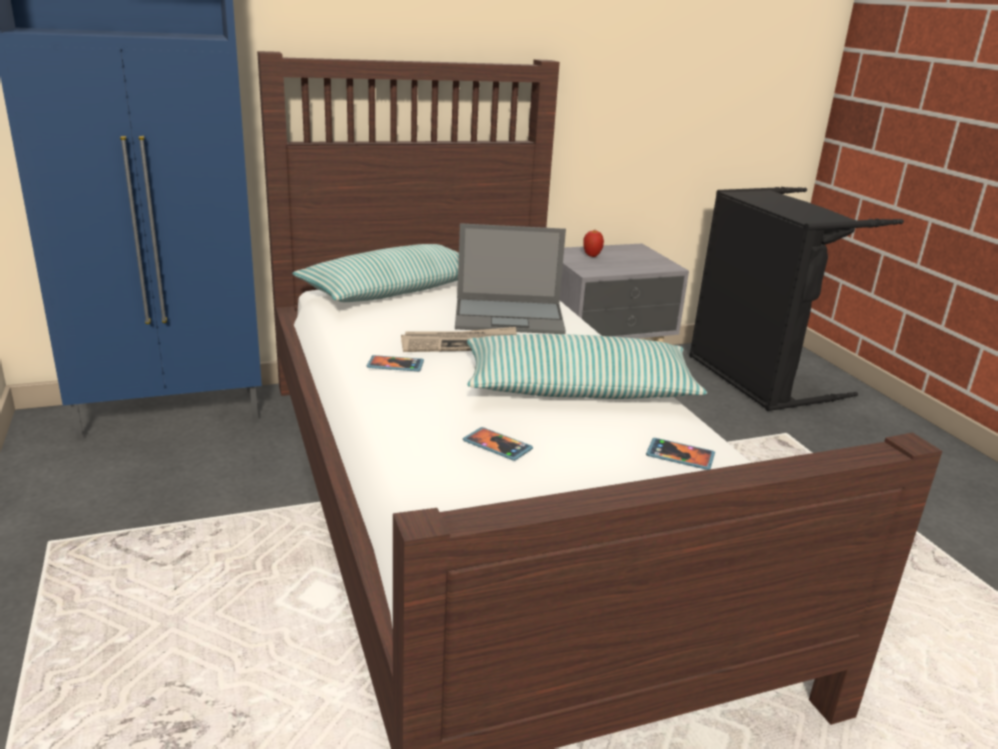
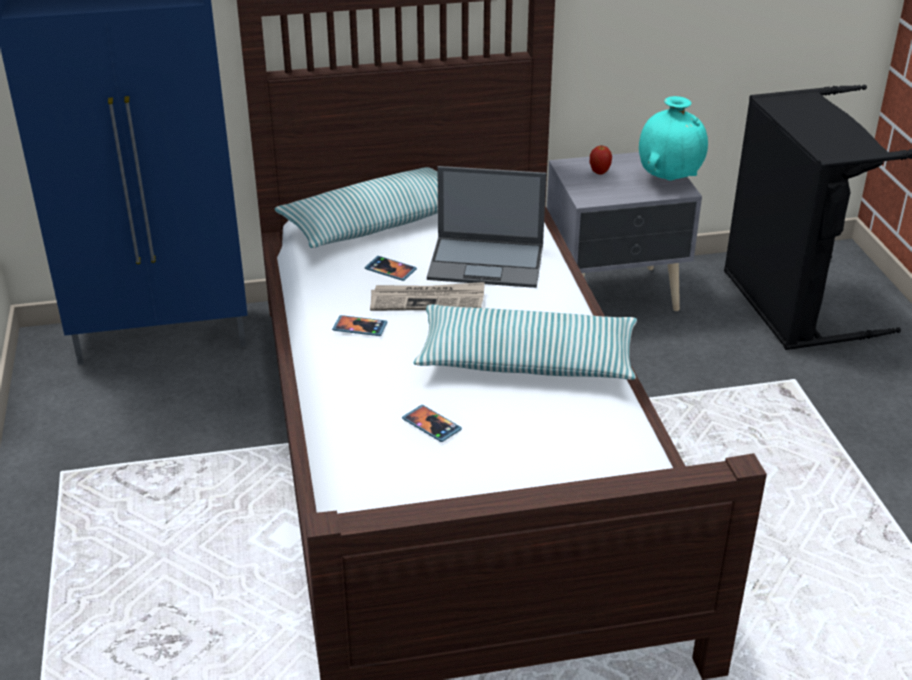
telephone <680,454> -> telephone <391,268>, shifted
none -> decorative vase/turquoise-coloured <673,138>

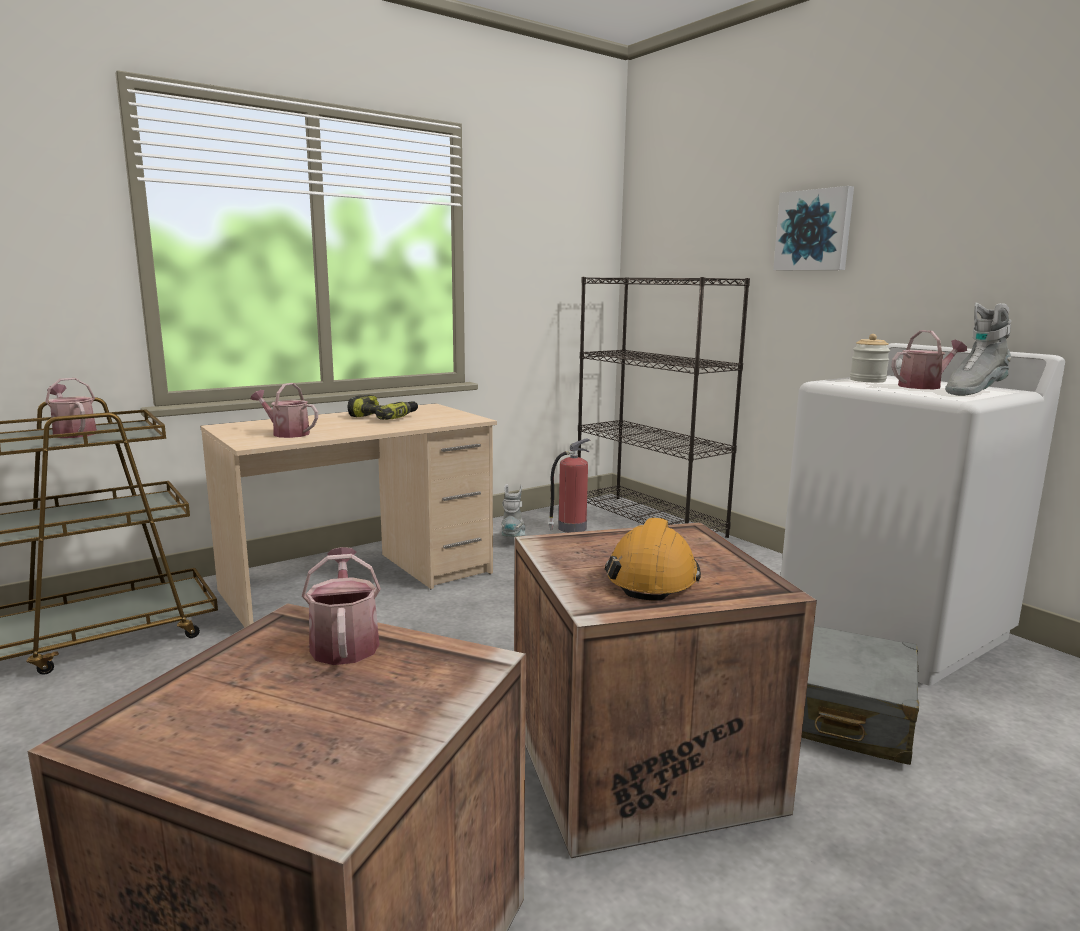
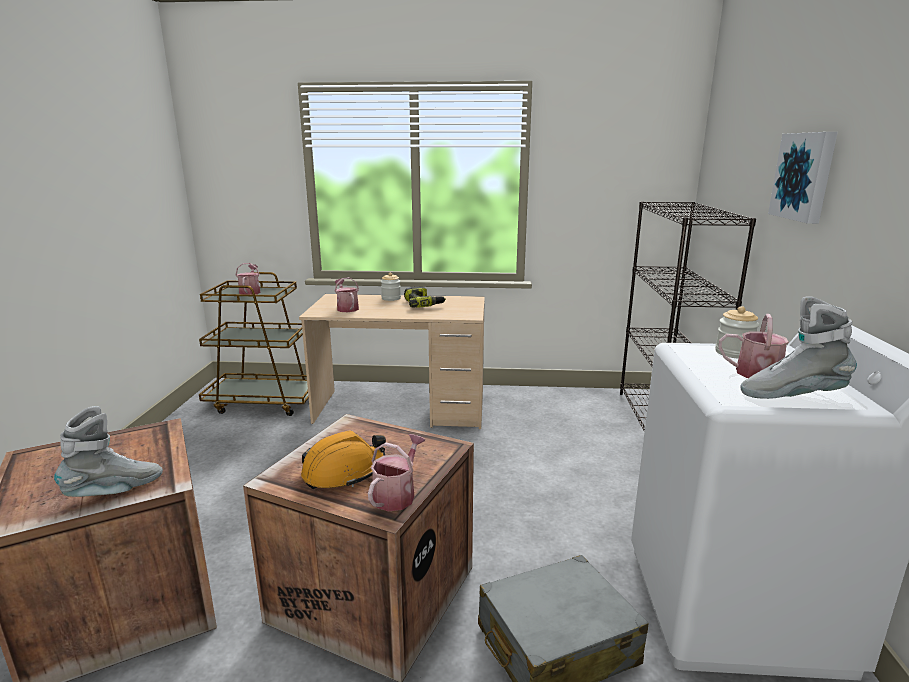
watering can <341,606> -> watering can <396,472>, shifted
boot/gray <513,510> -> boot/gray <108,451>, shifted
extinguisher <569,485> -> none
none -> preserve jar <391,287>

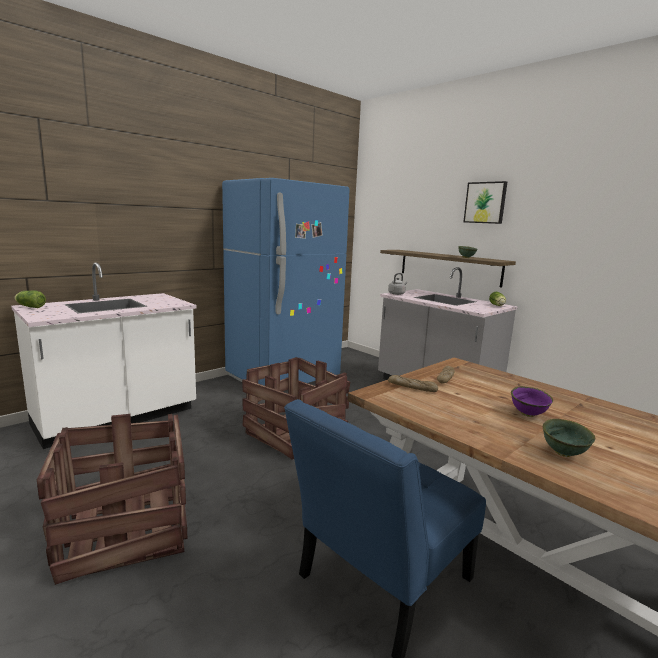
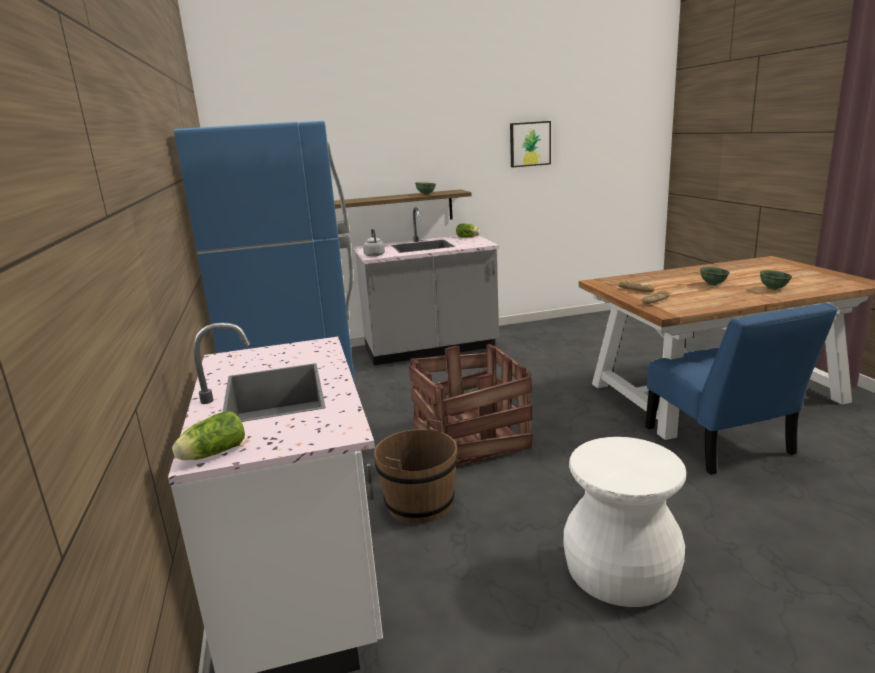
crate <112,499> -> sitting stool/white-coloured <624,522>
wall art <485,202> -> wall art <530,144>, shifted
deep dish/purplish <532,401> -> deep dish/greenish <715,276>
none -> water bucket/brownish <416,471>

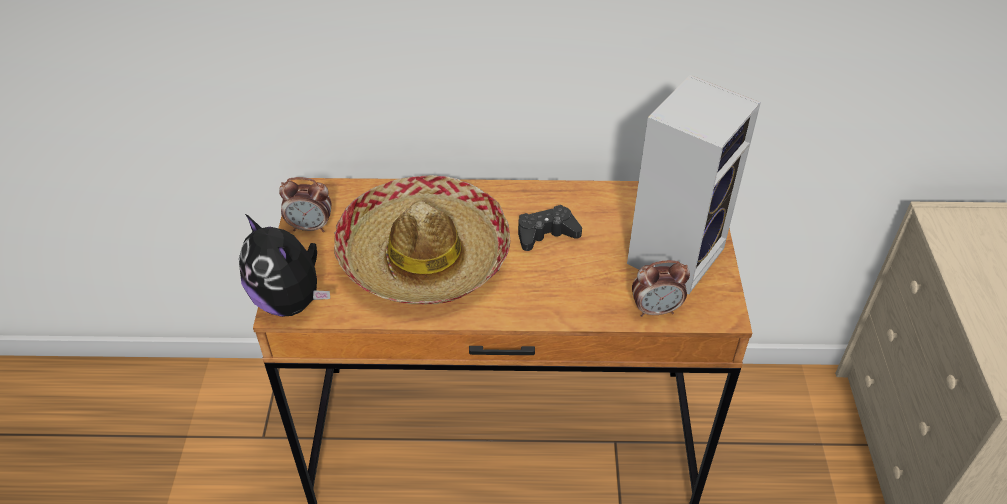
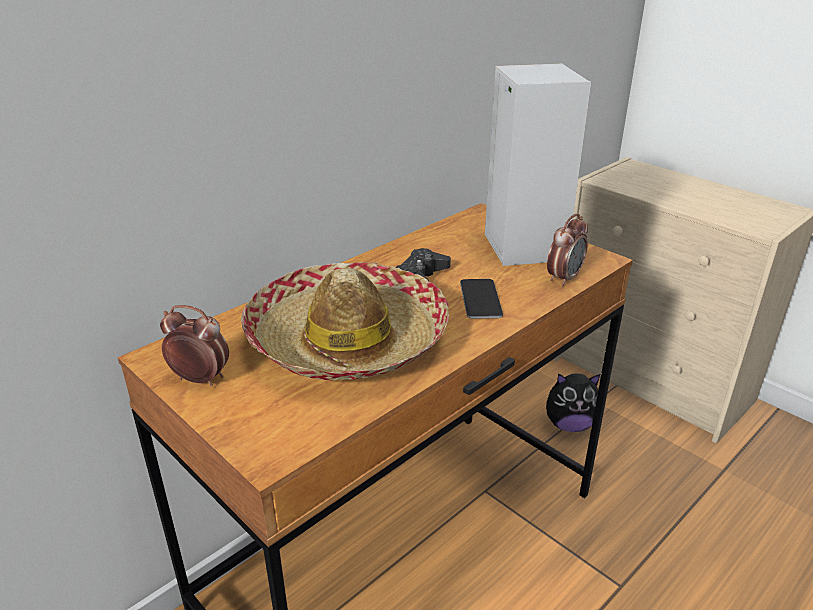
cuddly toy <284,265> -> cuddly toy <573,402>, shifted
alarm clock <305,204> -> alarm clock <194,345>, 120 degrees counterclockwise
none -> telephone <481,299>

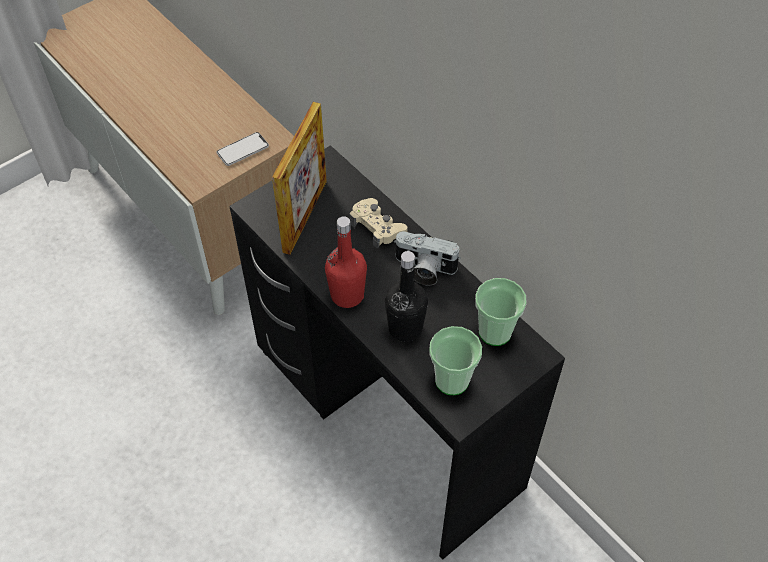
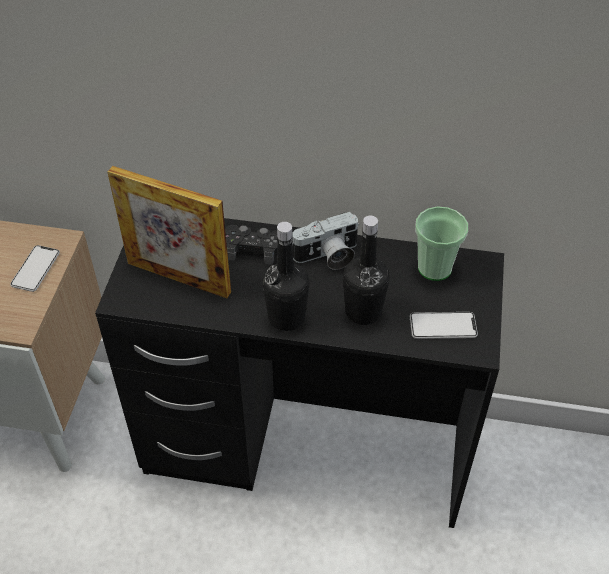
picture frame <299,178> -> picture frame <169,232>, 135 degrees clockwise
drink bottle/red-coloured <346,262> -> drink bottle/black <285,276>
joypad/sand-coloured <378,223> -> joypad/black <251,245>
drinking cup <455,360> -> telephone <444,325>

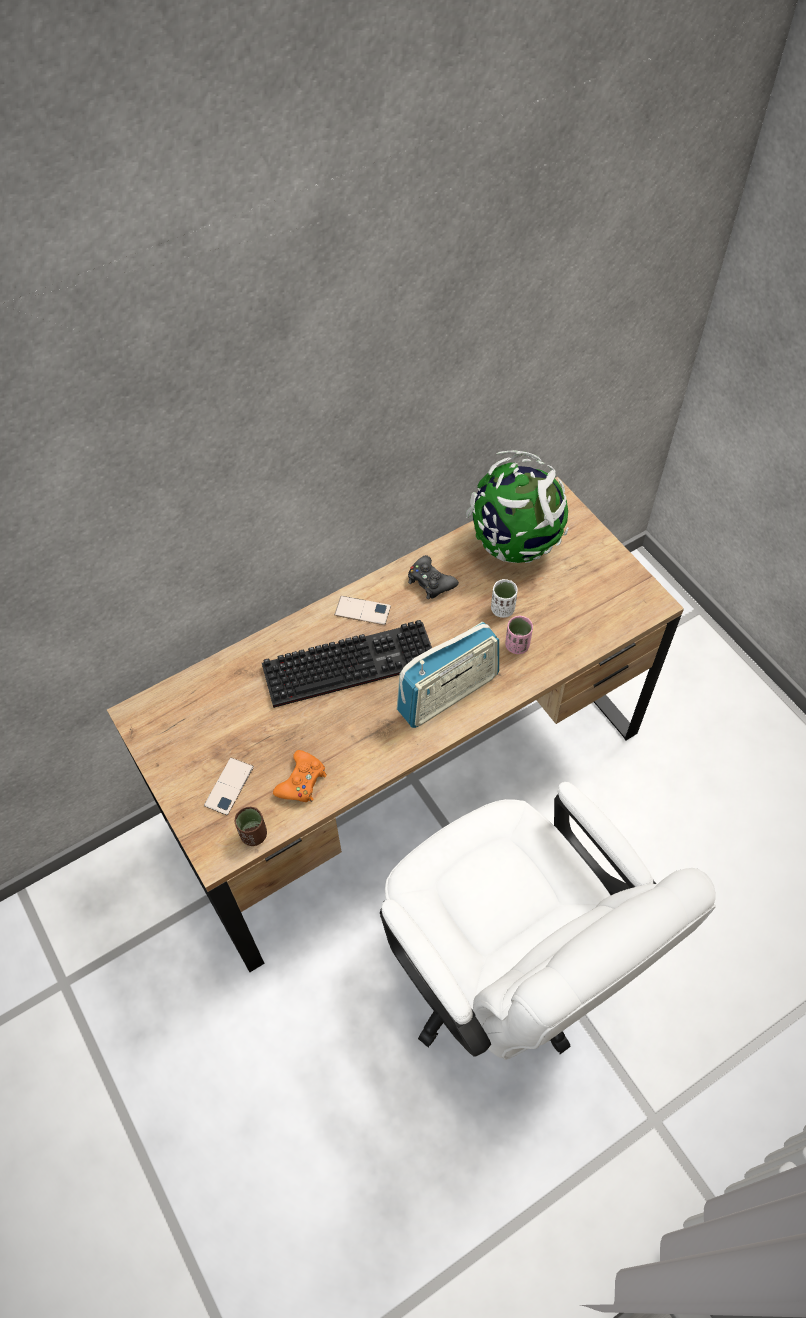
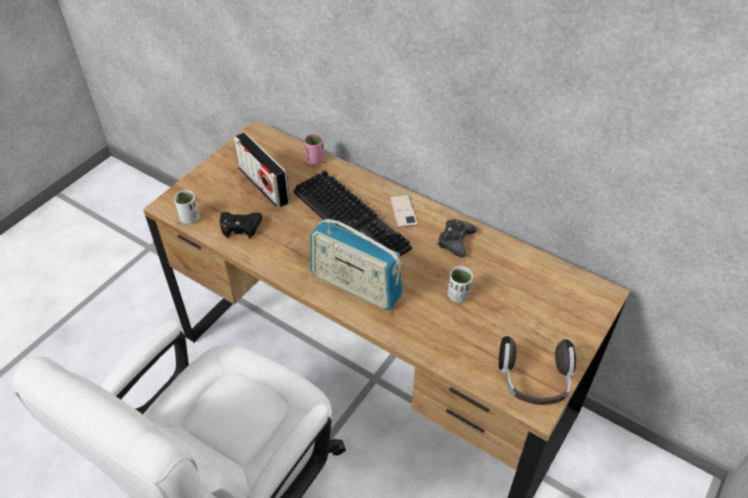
telephone <229,786> -> none
drinking cup/brownish <251,826> -> drinking cup/white-coloured <187,207>
joypad/orange-coloured <300,776> -> joypad/black <241,225>
globe <517,506> -> none
drinking cup/pinkish <519,634> -> drinking cup/pinkish <314,149>, shifted
none -> radio set <261,170>
none -> pair of headphones <537,370>

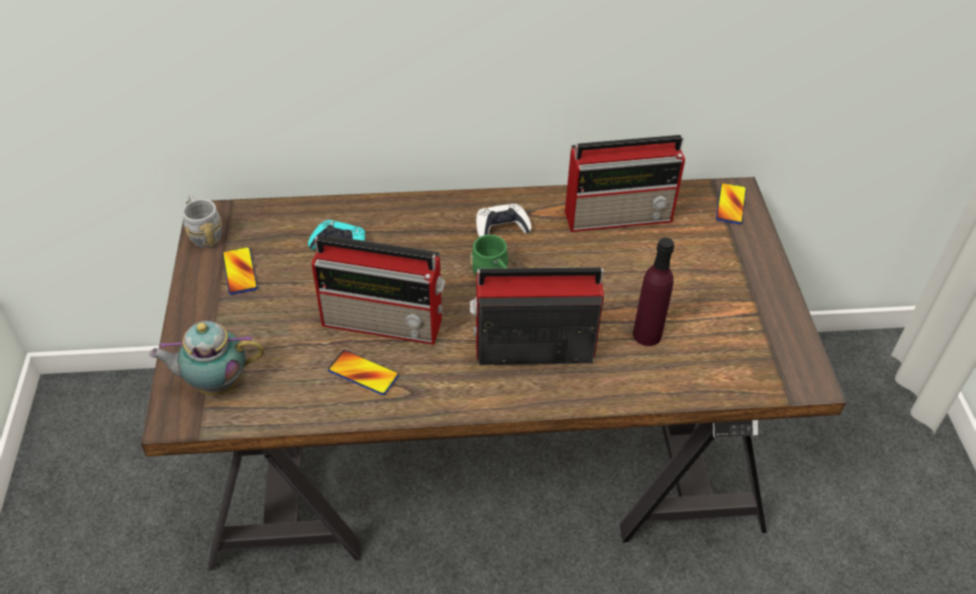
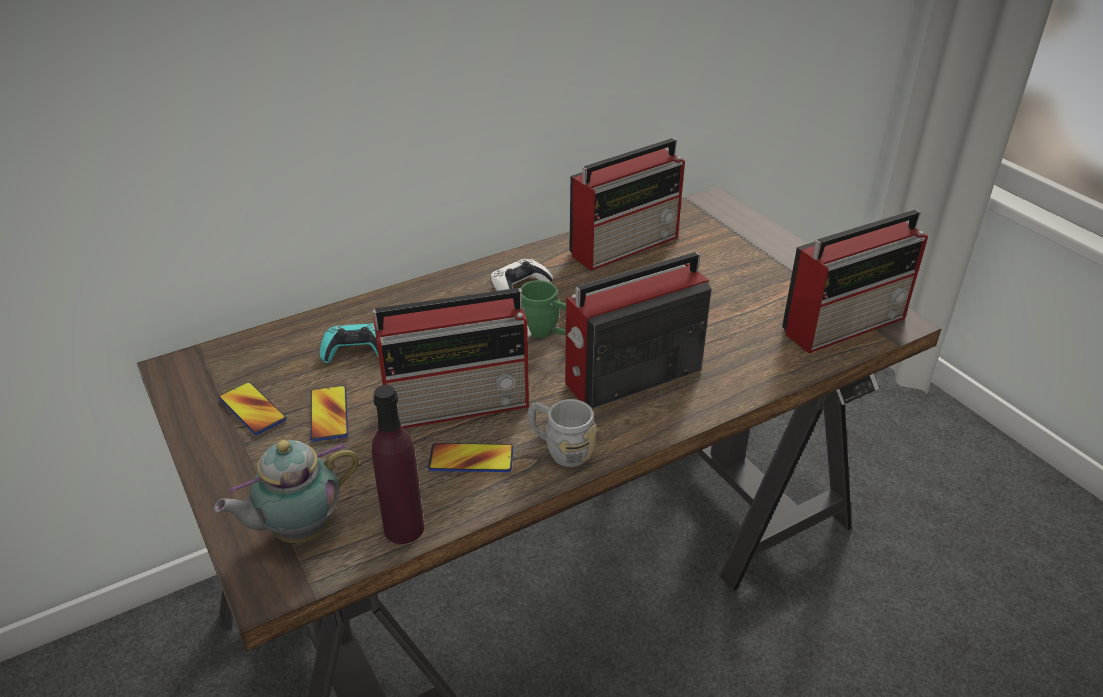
tea mug/gray <202,221> -> tea mug/gray <562,433>, shifted
drink bottle/purplish <653,291> -> drink bottle/purplish <398,464>, shifted
telephone <731,203> -> telephone <329,413>, shifted
none -> radio set <855,281>

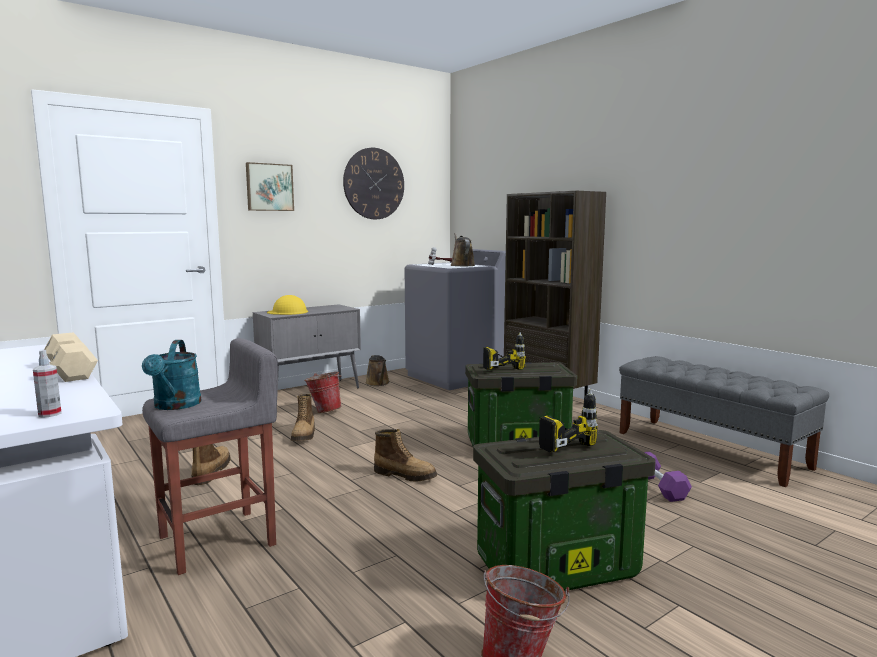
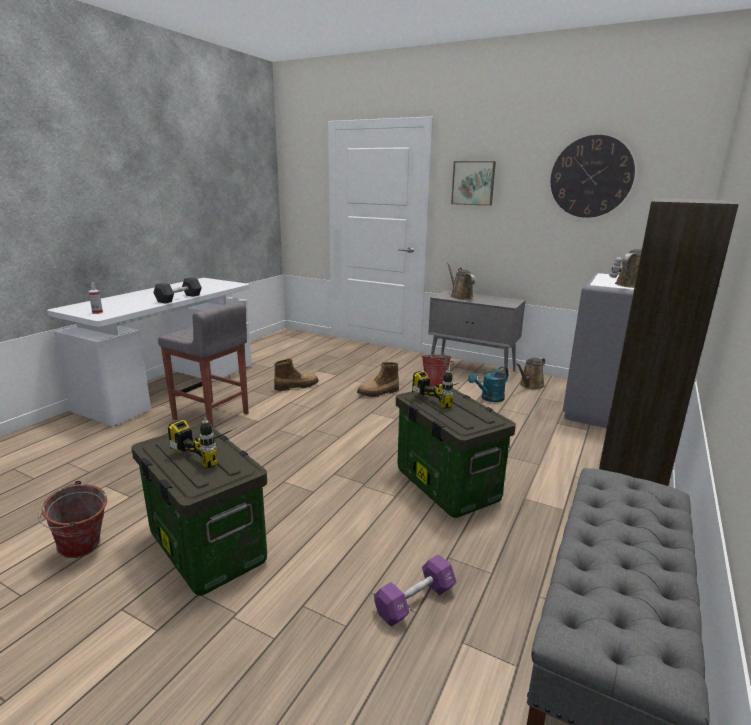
dumbbell/sand-coloured <71,357> -> dumbbell/black <177,290>
watering can/turquoise-coloured <172,375> -> watering can/turquoise-coloured <488,384>, shifted
hard hat/yellowish <287,305> -> watering can/brownish <460,280>
boot <405,455> -> none

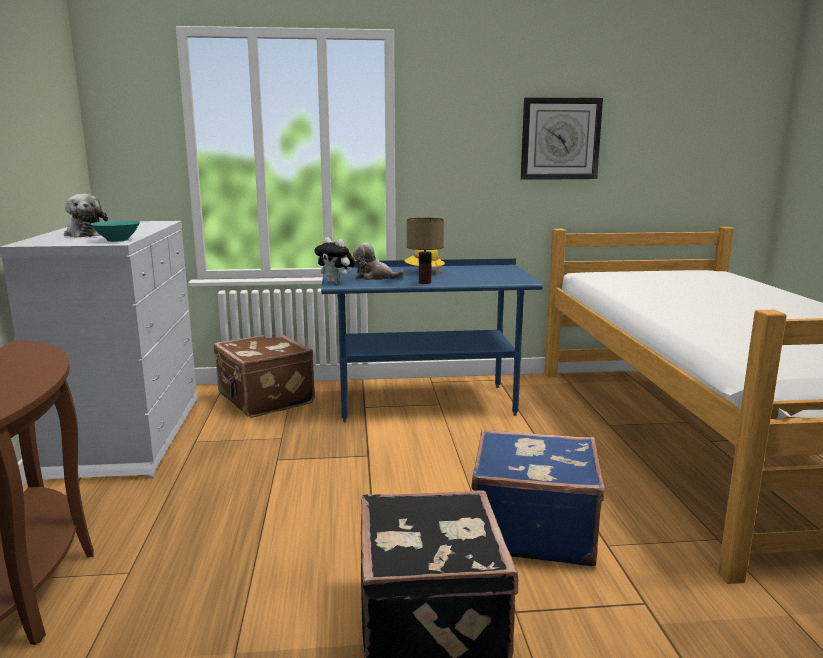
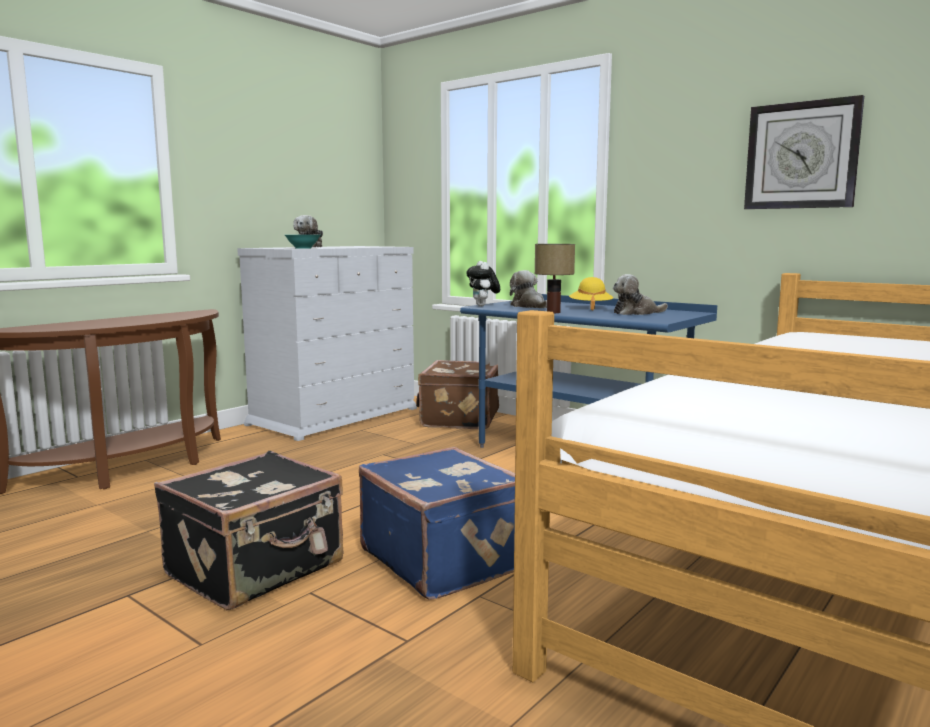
none -> cuddly toy <640,294>

